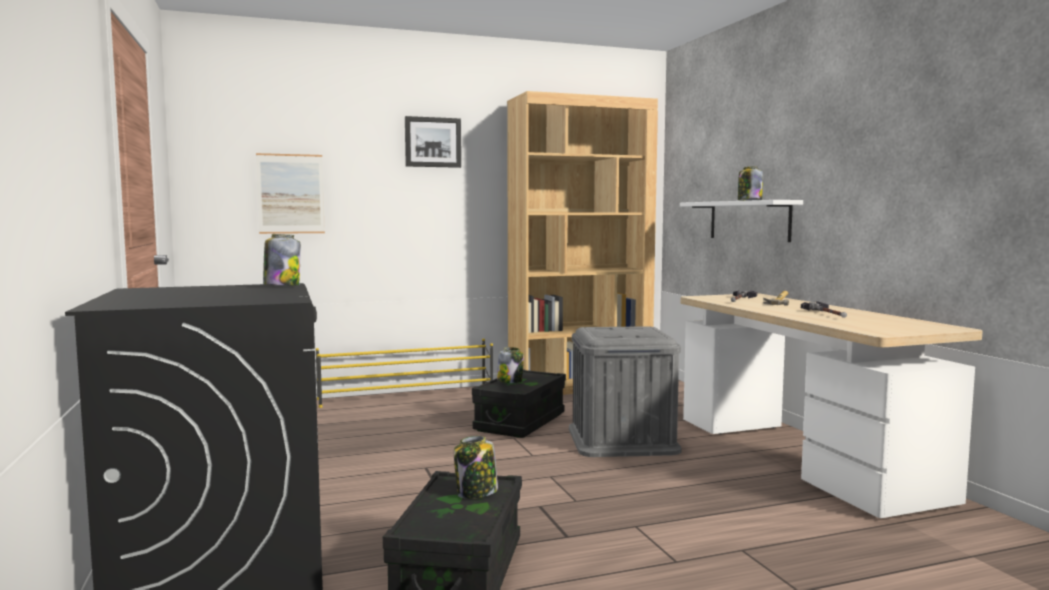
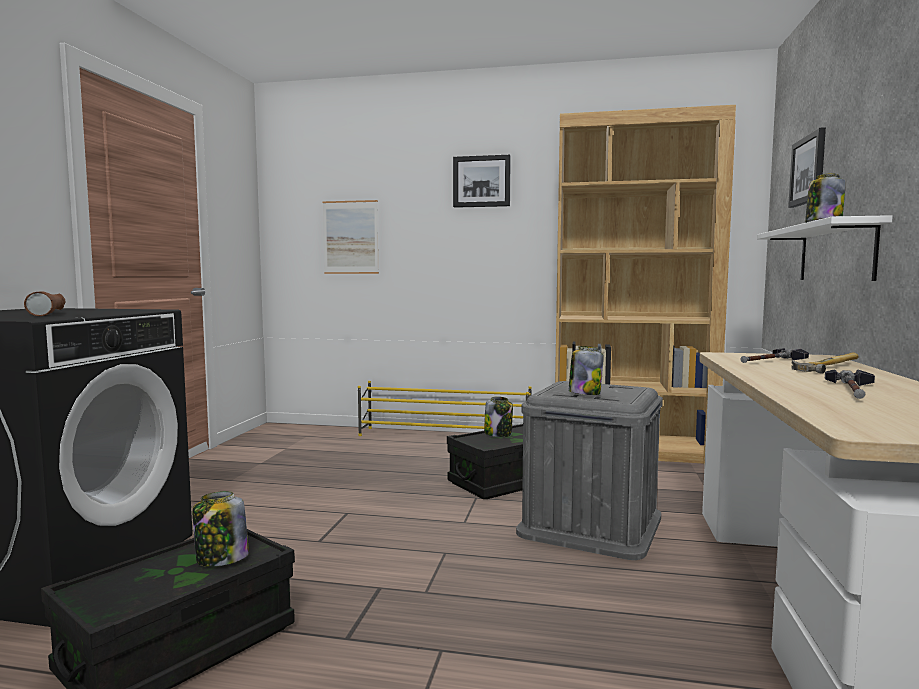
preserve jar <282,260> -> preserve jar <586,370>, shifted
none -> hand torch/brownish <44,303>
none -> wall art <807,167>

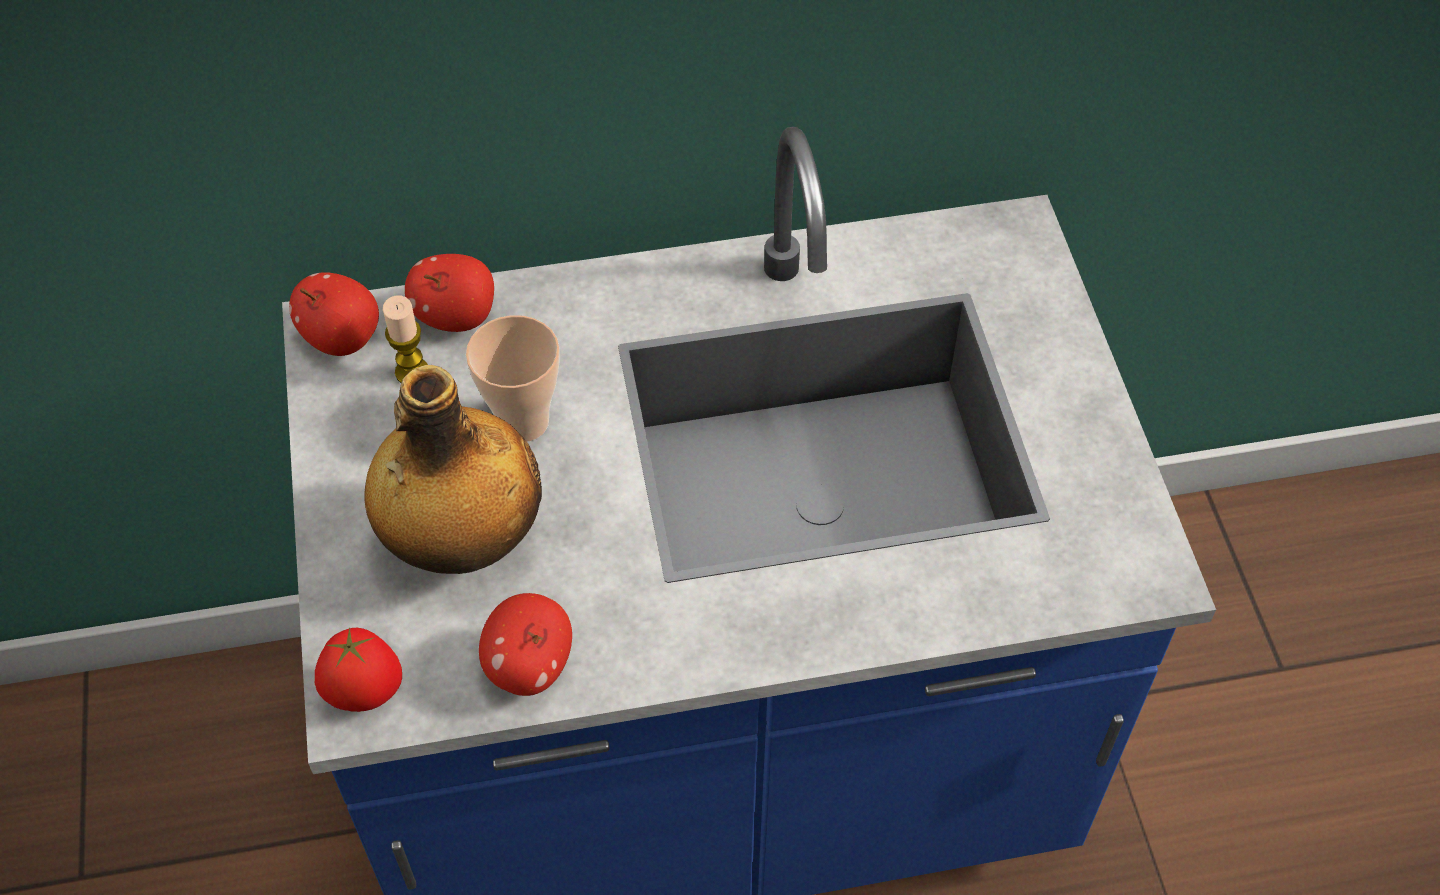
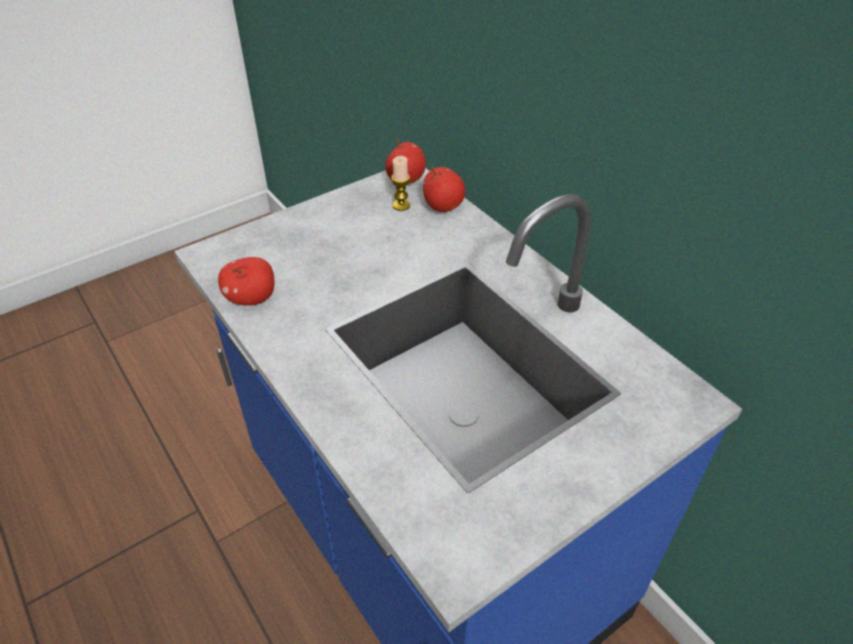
fresh tomato <358,670> -> none
drink bottle <453,469> -> none
drinking cup <513,378> -> none

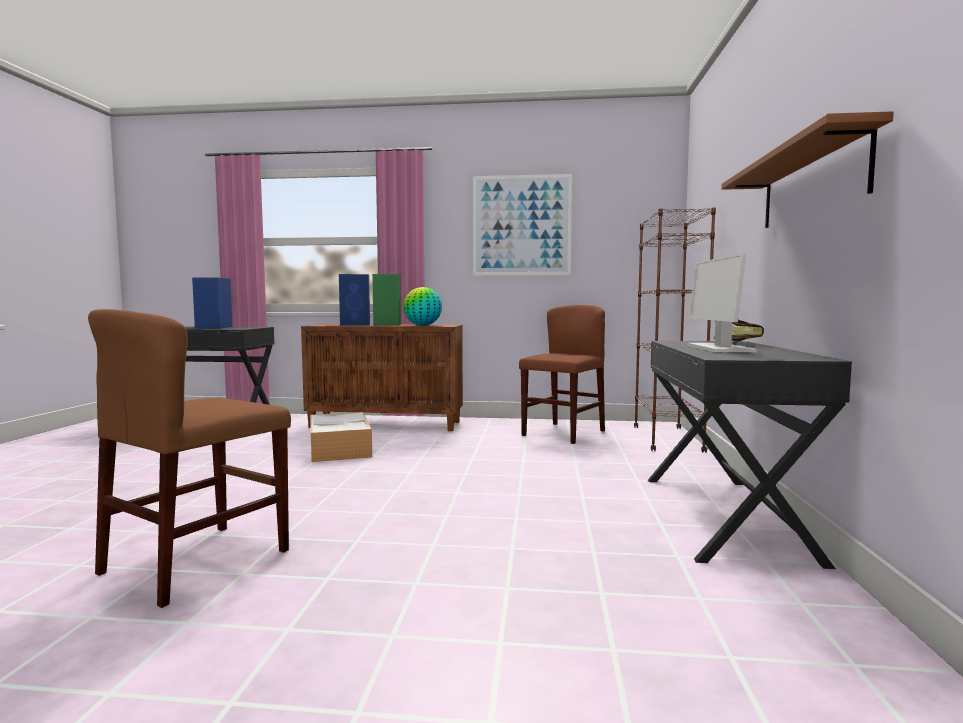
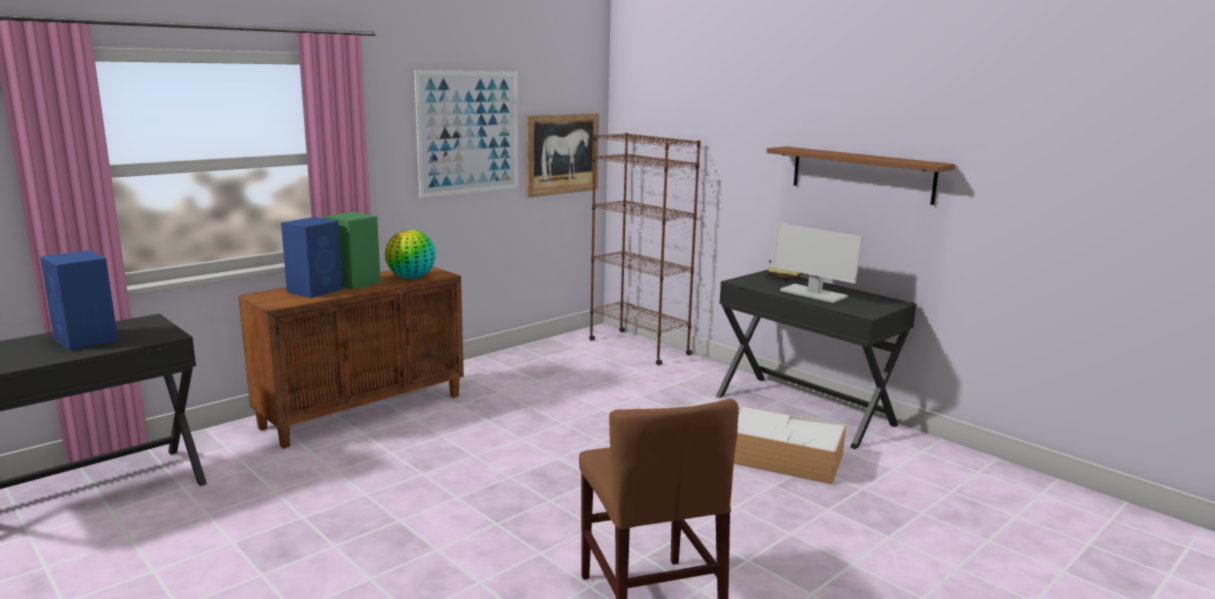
storage bin <341,437> -> storage bin <790,445>, shifted
plain chair/brownish <562,374> -> none
none -> wall art <562,155>

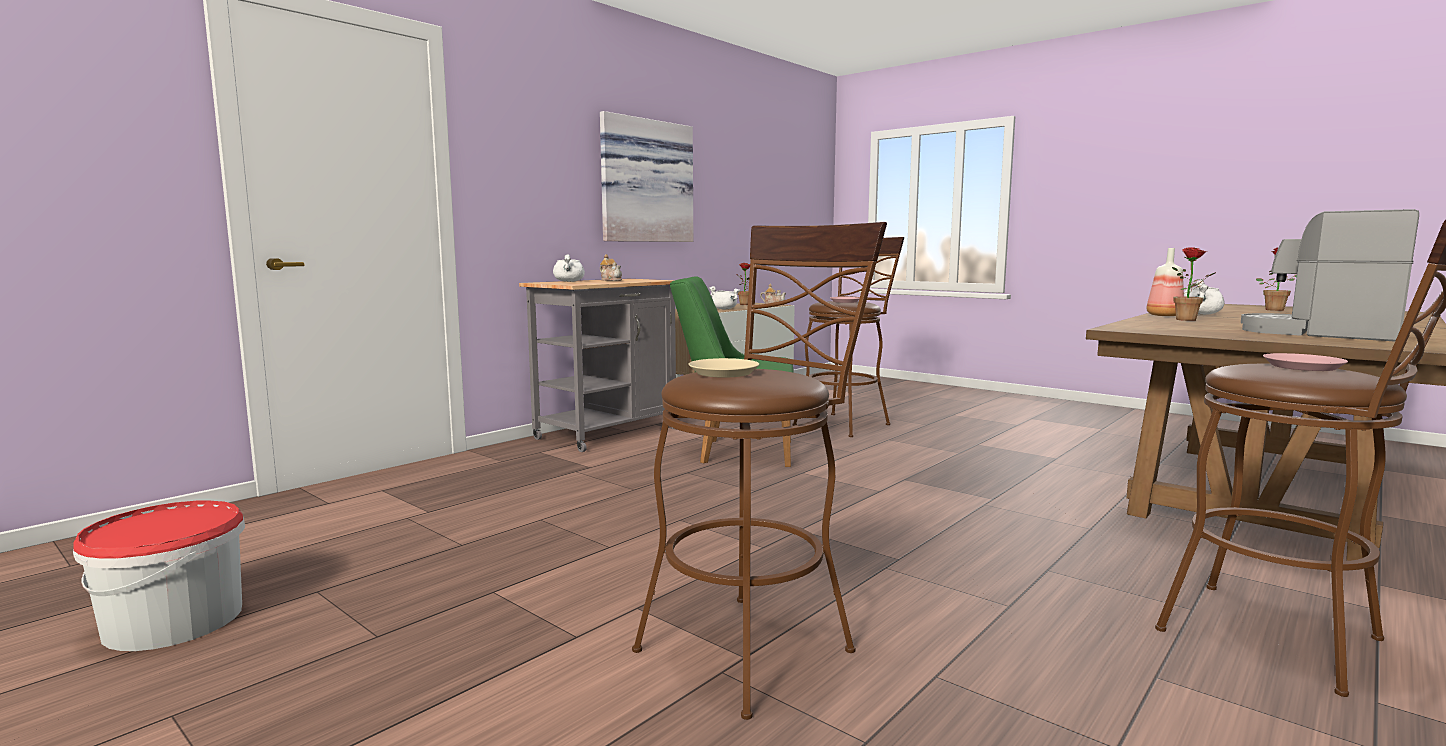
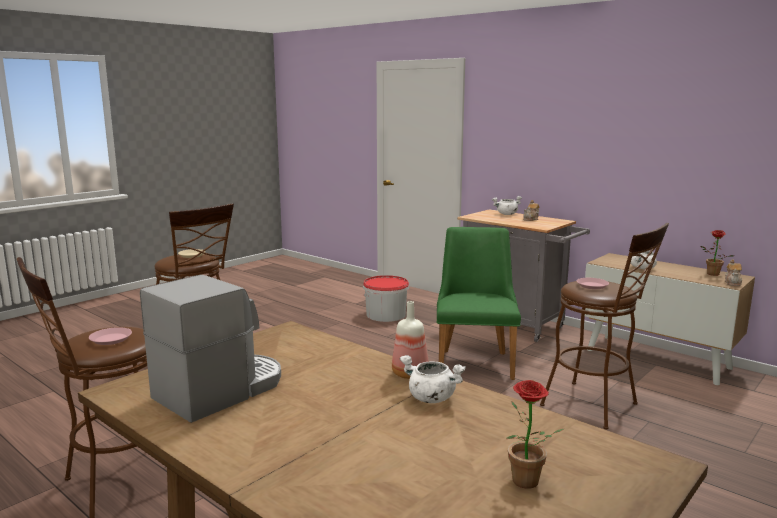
water bucket <159,576> -> water bucket <386,298>, shifted
wall art <646,176> -> none
houseplant <1194,284> -> none

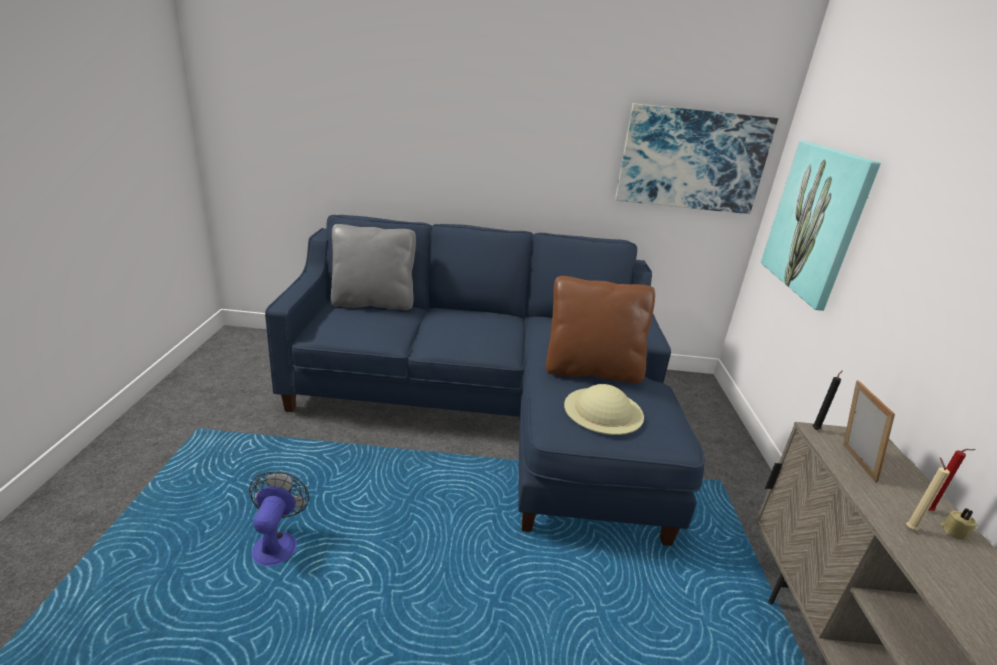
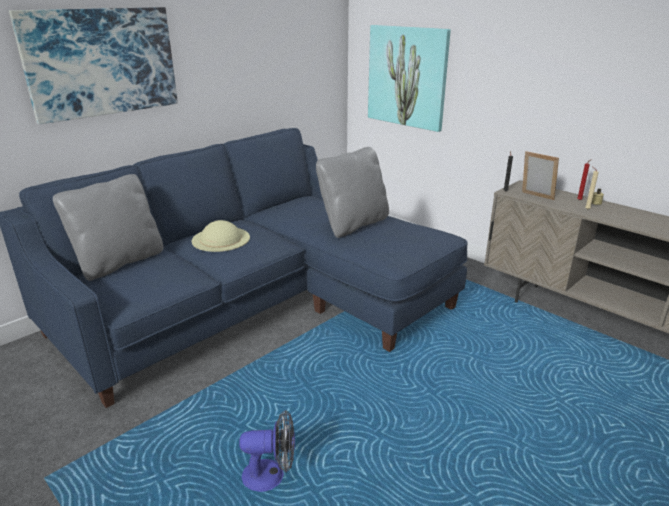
electric fan <279,519> -> electric fan <267,451>, 135 degrees clockwise
throw pillow/brownish <600,329> -> throw pillow/gray <352,192>
clothing hat/sand-coloured <604,409> -> clothing hat/sand-coloured <220,236>, shifted
wall art <696,158> -> wall art <93,65>, shifted

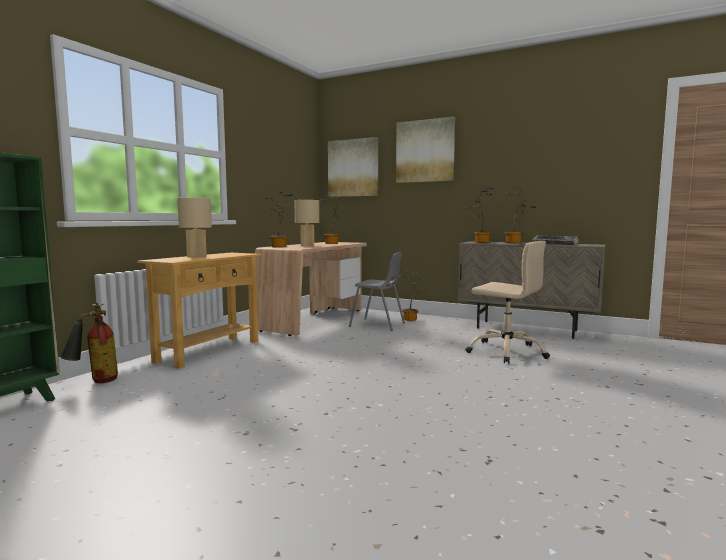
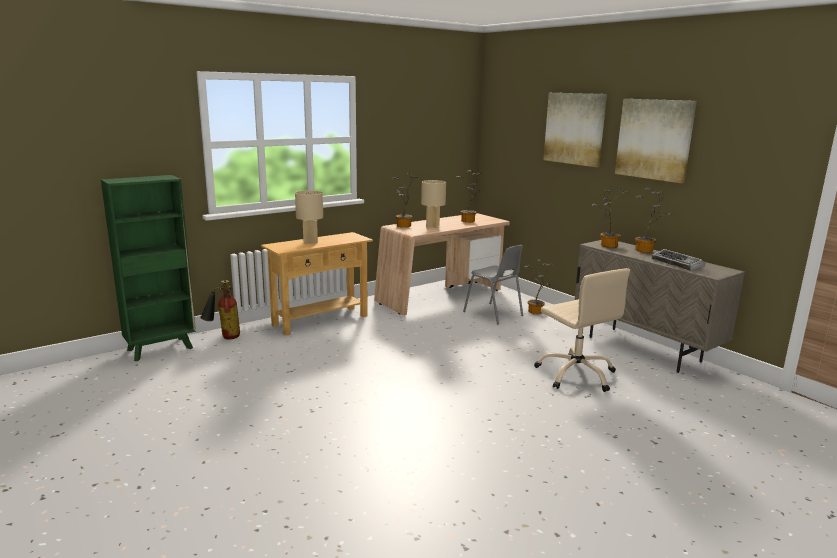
wall art <353,167> -> wall art <656,141>, shifted

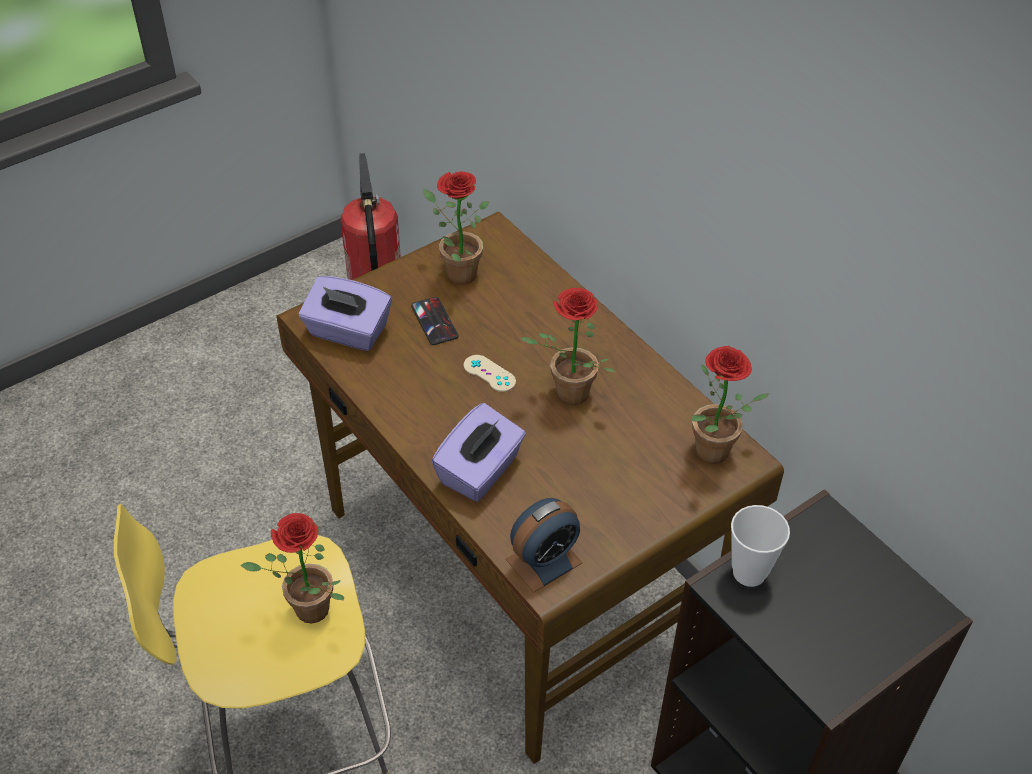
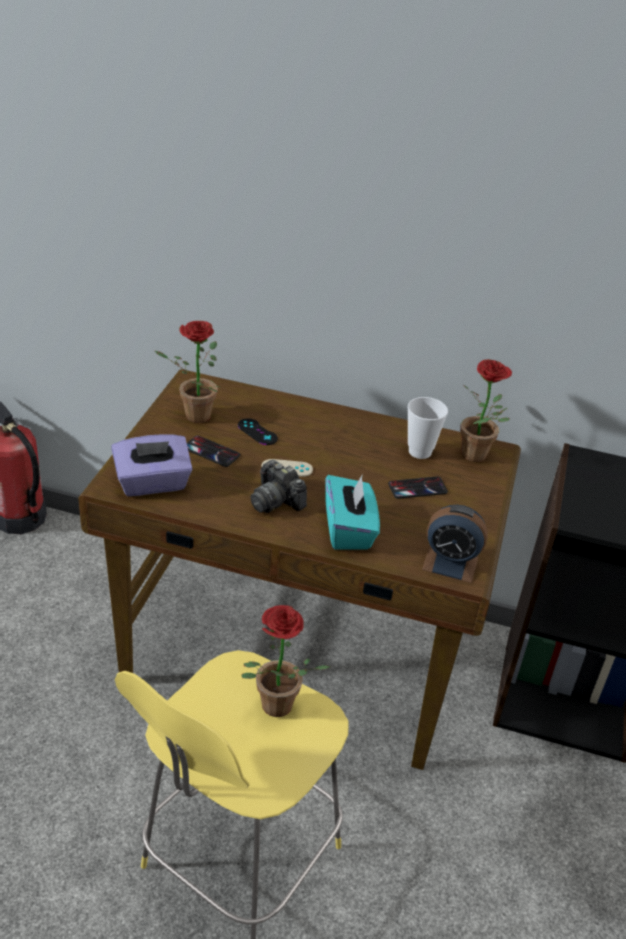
tissue holder/purplish <478,452> -> tissue holder/turquoise-coloured <352,512>
alarm clock <544,545> -> alarm clock <455,544>, 90 degrees clockwise
houseplant <569,346> -> none
drinking cup <760,546> -> drinking cup <427,428>, shifted
none -> joypad/black <258,431>
none -> still camera <279,486>
none -> telephone <418,488>

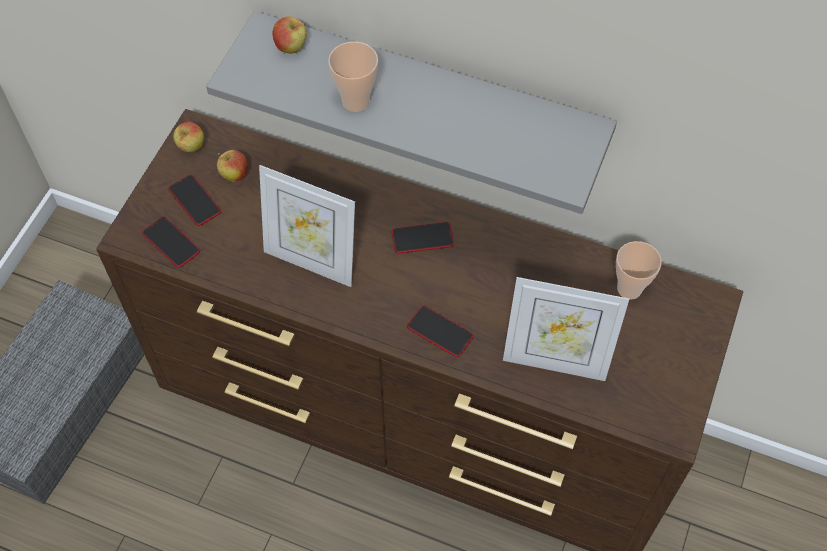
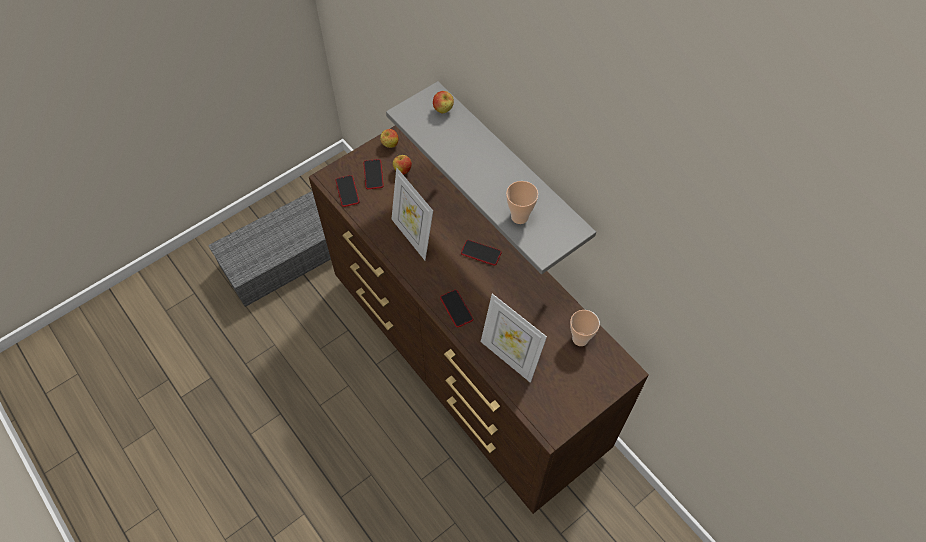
drinking cup <353,76> -> drinking cup <522,202>, shifted

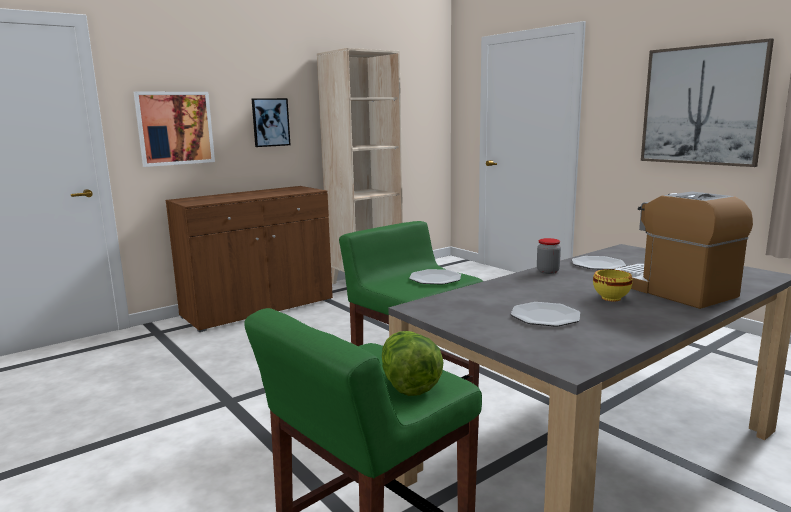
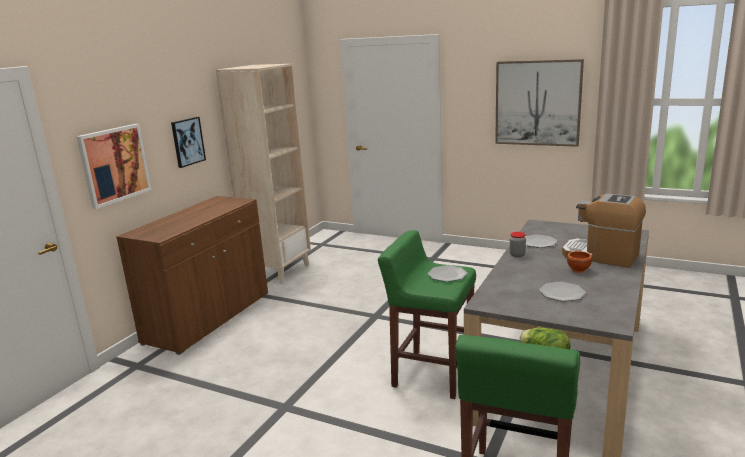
deep dish/yellowish <613,285> -> deep dish/brownish <579,262>

